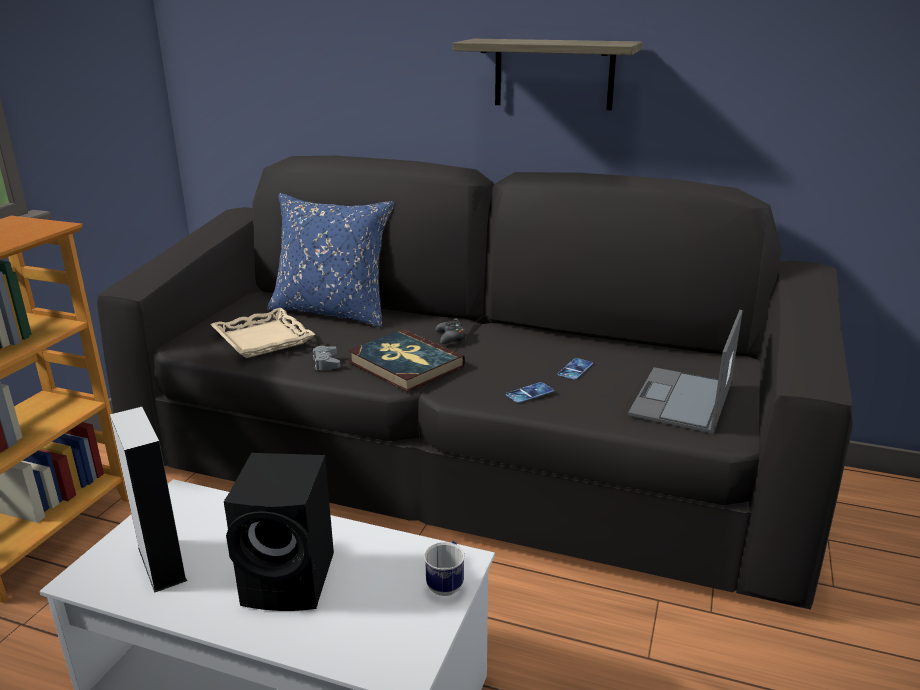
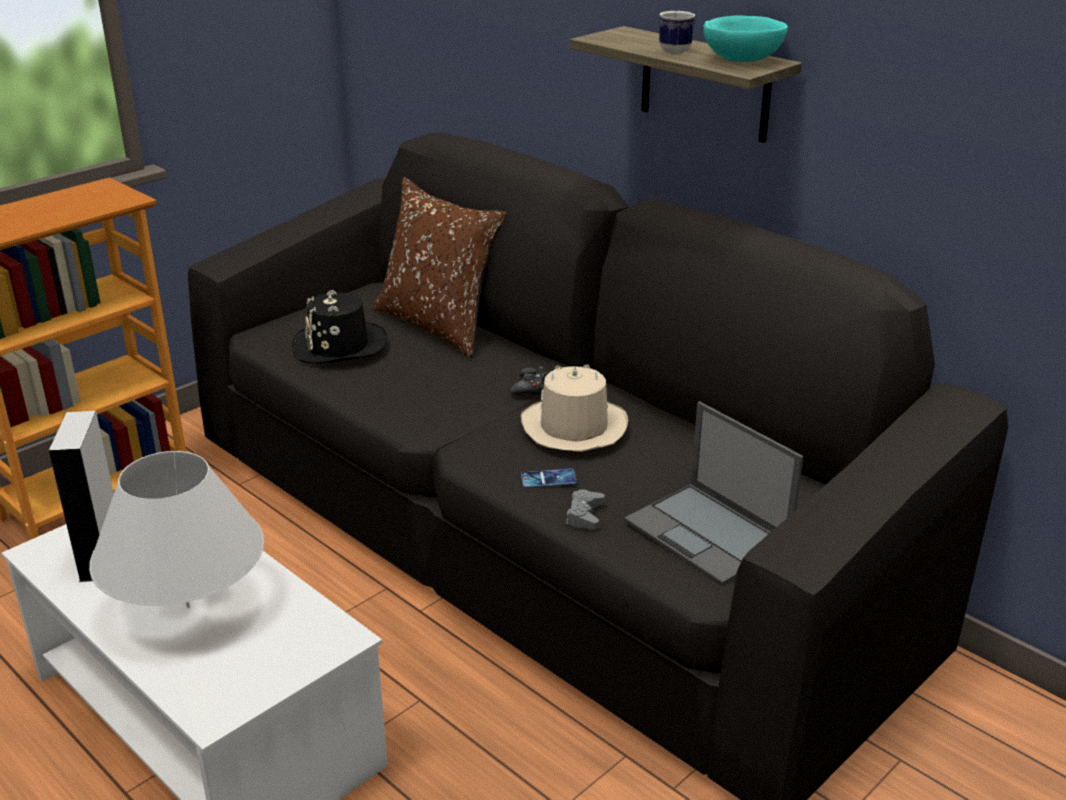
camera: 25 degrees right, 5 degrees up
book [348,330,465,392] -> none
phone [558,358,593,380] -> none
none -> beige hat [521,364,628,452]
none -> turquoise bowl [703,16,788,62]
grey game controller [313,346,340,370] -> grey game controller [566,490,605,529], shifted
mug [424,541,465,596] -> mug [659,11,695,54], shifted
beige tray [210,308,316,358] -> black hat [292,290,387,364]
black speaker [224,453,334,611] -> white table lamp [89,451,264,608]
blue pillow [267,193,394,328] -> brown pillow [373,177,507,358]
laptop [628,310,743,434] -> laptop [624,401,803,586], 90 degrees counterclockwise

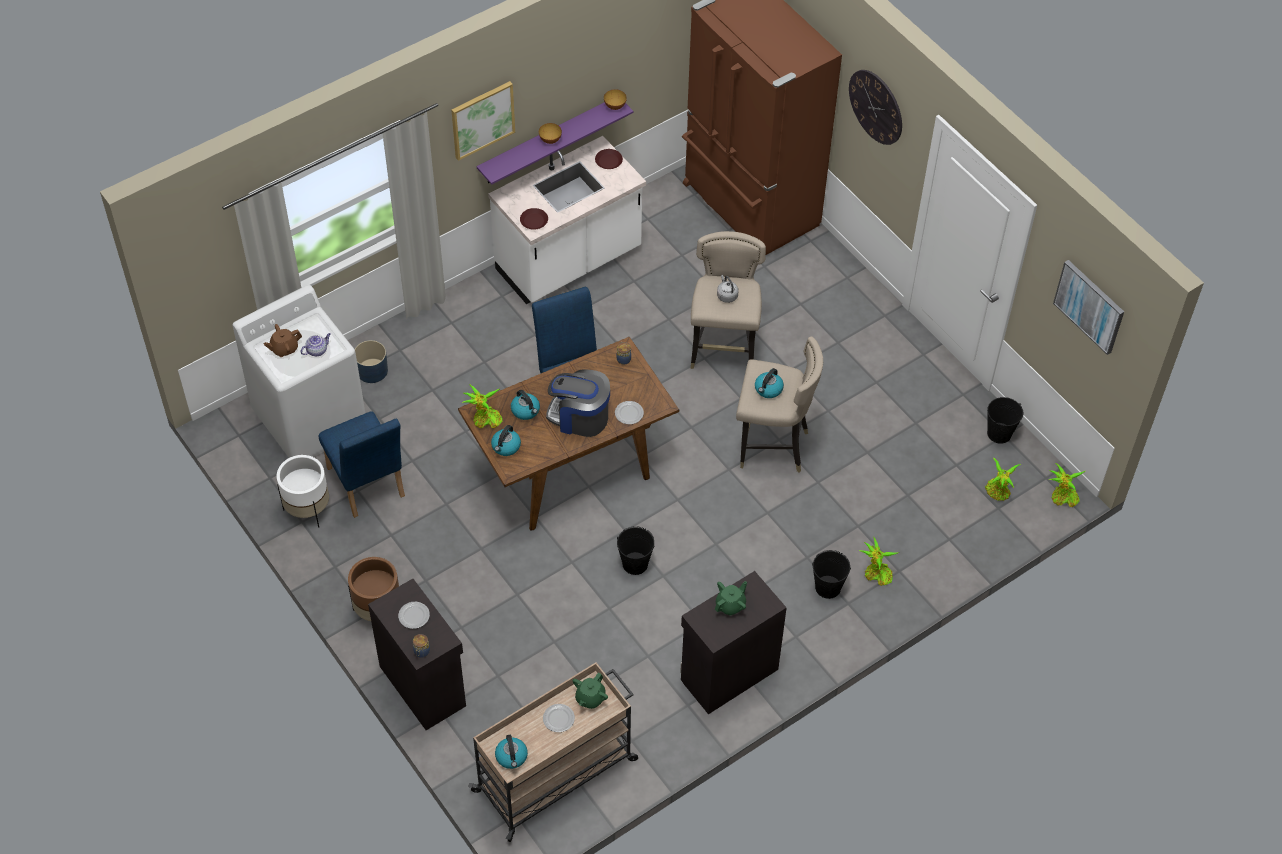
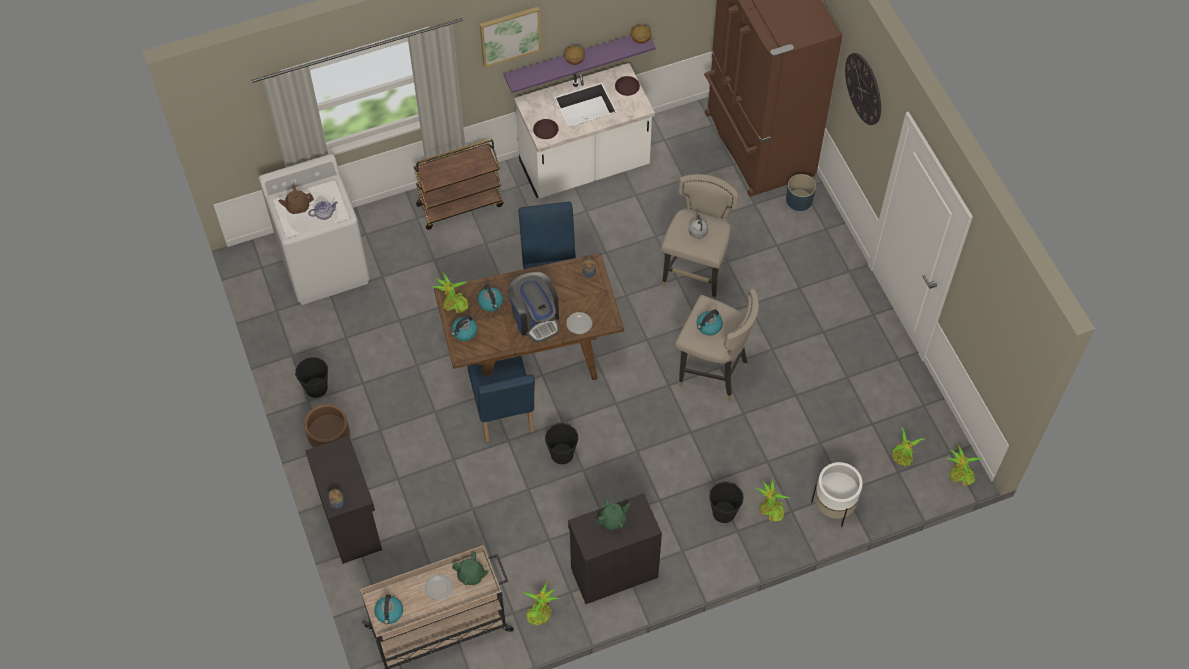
camera: 15 degrees right, 5 degrees up
plate [398,602,430,629] -> none
picture [1053,260,1124,355] -> none
none -> brown cart [414,139,504,230]
none -> potted plant [523,582,558,626]
white planter [277,455,329,527] -> white planter [811,462,863,527], shifted
blue chair [318,412,405,518] -> blue chair [468,356,535,442], shifted
blue planter [355,340,388,383] -> blue planter [786,174,816,211], shifted
black bucket [987,397,1023,444] -> black bucket [295,357,328,398], shifted
coffee machine [546,369,610,437] -> coffee machine [507,272,559,343], 150 degrees counterclockwise
green teapot [573,673,608,709] -> green teapot [452,552,489,585], 120 degrees counterclockwise

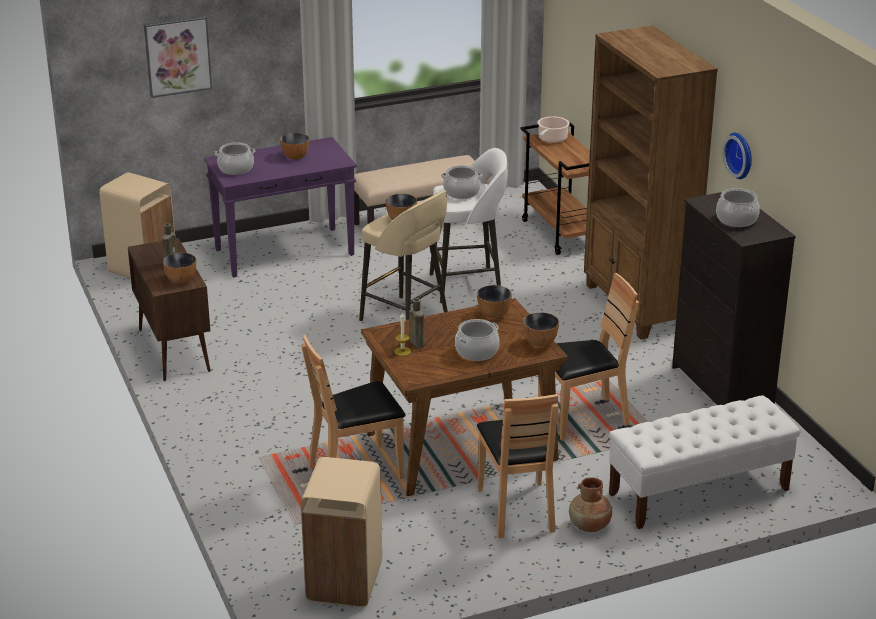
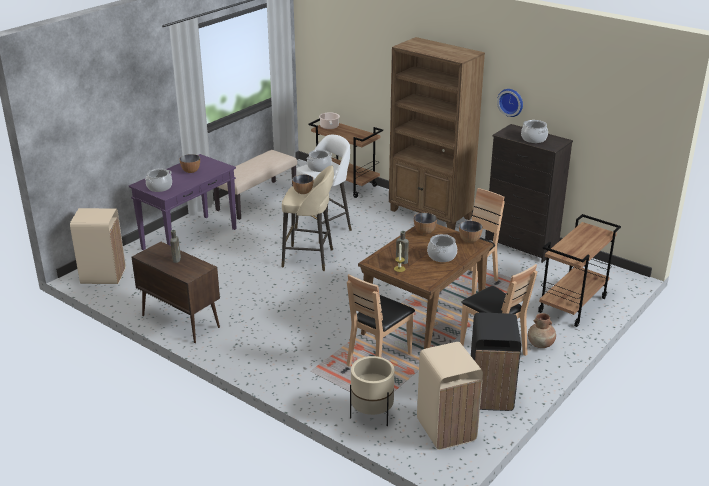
camera: 30 degrees left, 0 degrees up
picture [144,16,212,98] -> none
bowl [163,253,196,284] -> none
none -> beige planter [350,356,394,426]
none -> black trash can [471,313,521,411]
white bench [609,395,800,529] -> brown cart [538,214,621,327]

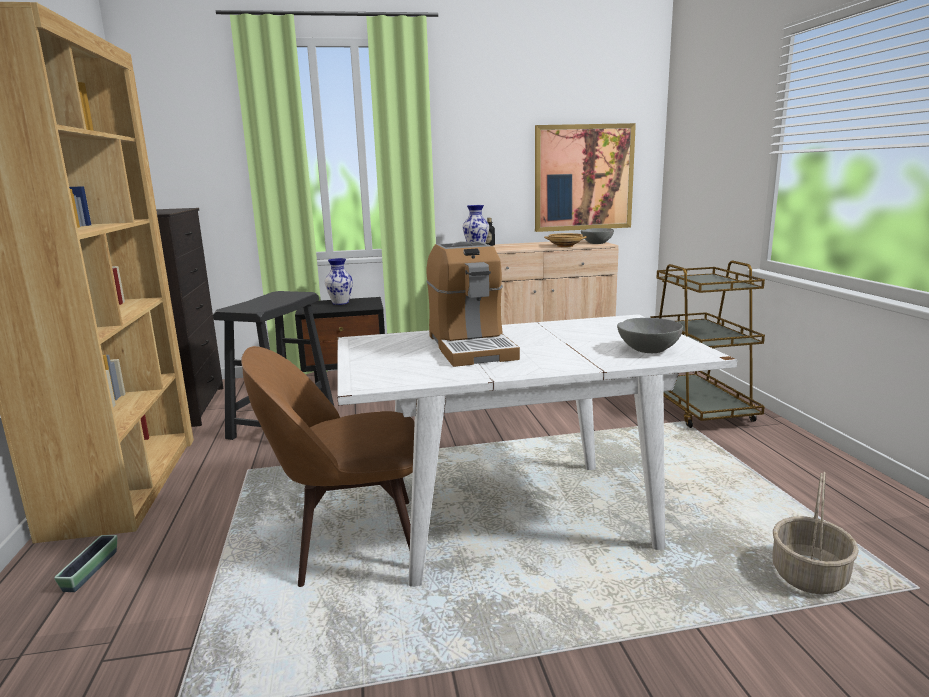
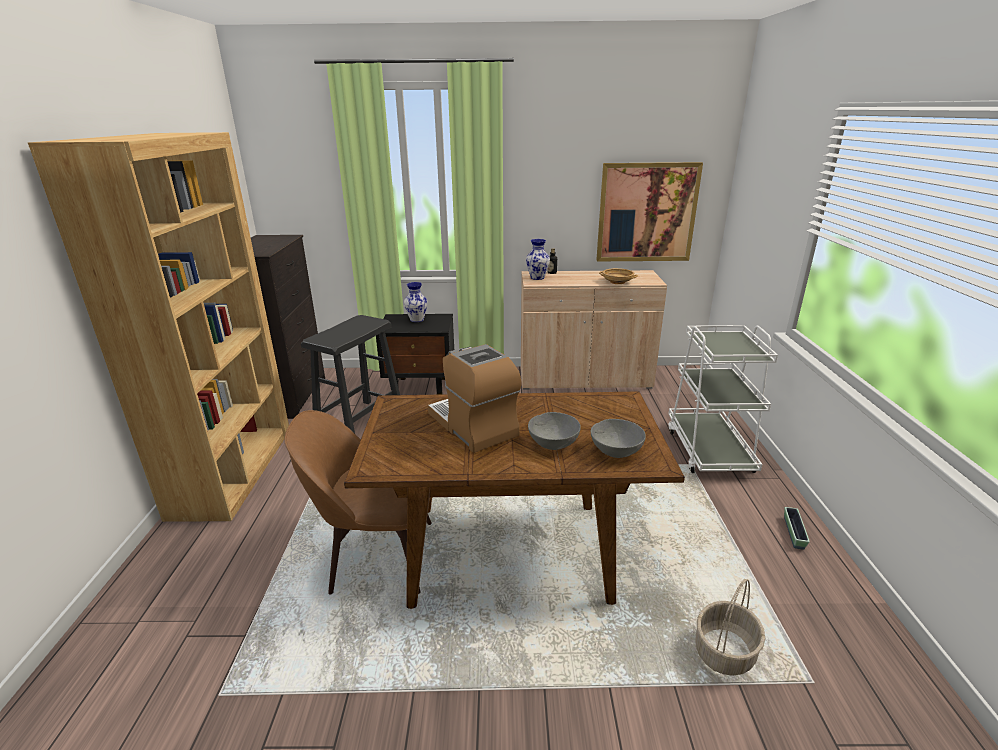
camera: 10 degrees right, 10 degrees up
planter [54,535,117,592] -> planter [784,507,810,550], shifted
grey bowl [581,228,614,244] -> grey bowl [528,412,581,450], shifted
white dining table [337,314,737,587] -> brown dining table [344,391,685,609]
brown cart [650,261,765,428] -> white cart [668,325,778,473]
coffee machine [426,241,520,367] -> coffee machine [428,344,522,453], 150 degrees clockwise

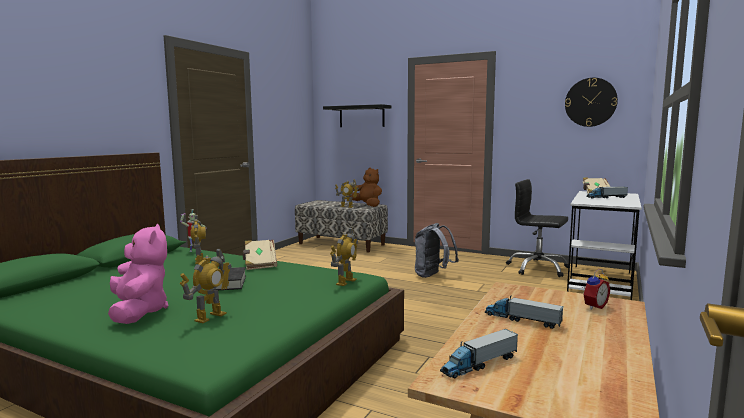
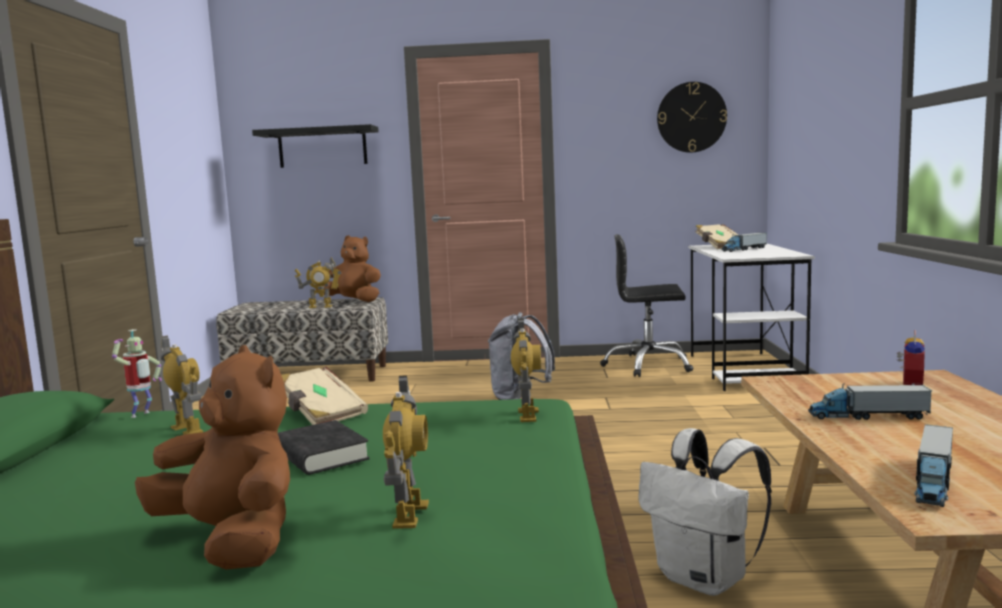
camera: 25 degrees left, 0 degrees up
none -> white backpack [638,428,772,596]
pink plush toy [108,224,168,324] -> brown plush toy [135,345,290,570]

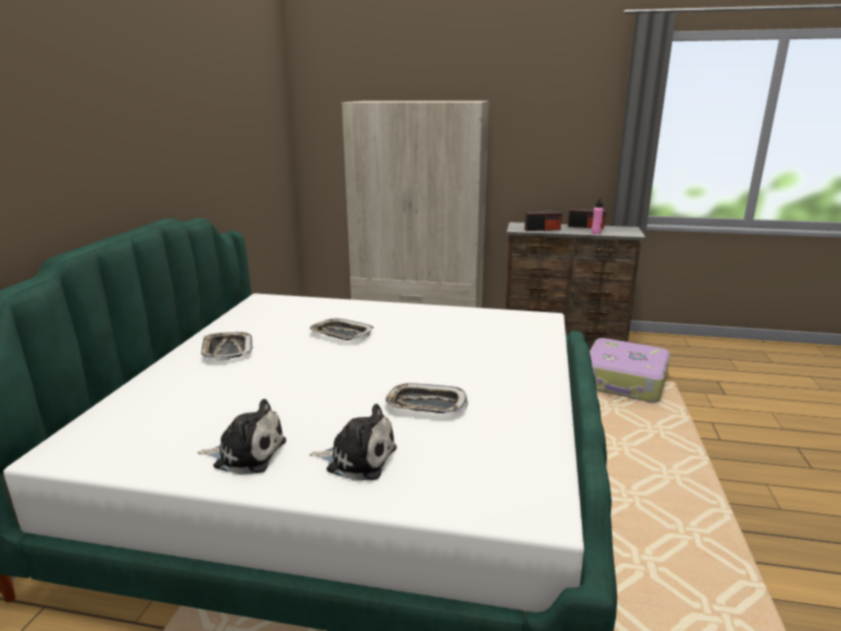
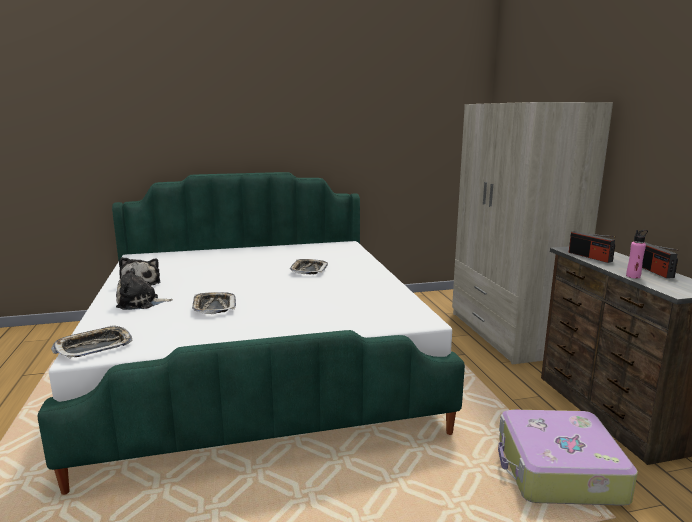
camera: 65 degrees right, 5 degrees down
tray [201,332,252,360] -> tray [51,325,132,359], shifted
plush toy [309,404,397,481] -> plush toy [116,268,173,310], 90 degrees clockwise

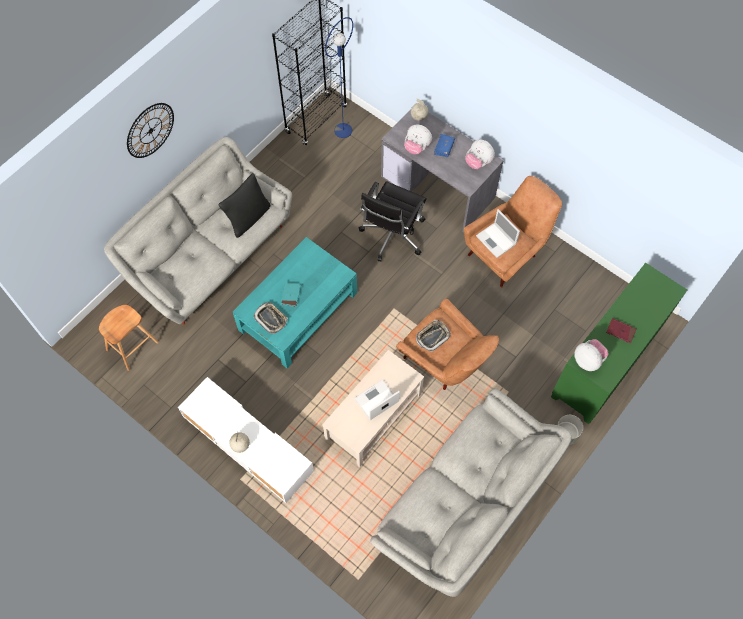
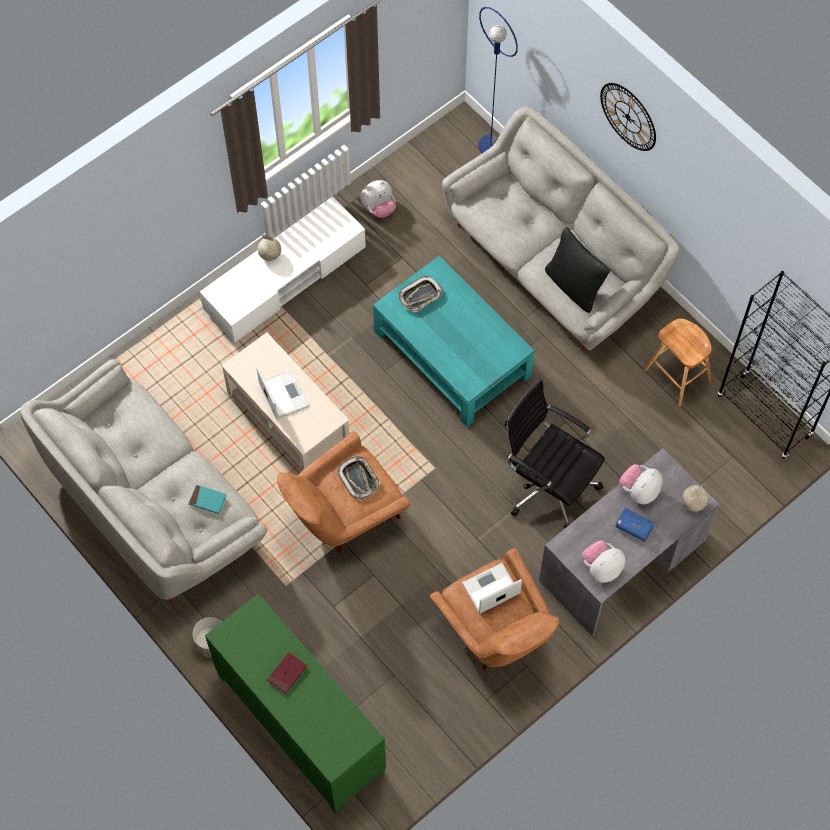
camera: 100 degrees right, 0 degrees up
brown stool [99,305,159,371] -> brown stool [644,318,712,407], shifted
turquoise book [281,282,301,307] -> turquoise book [188,485,227,514], shifted
blue floor lamp [325,17,353,138] -> blue floor lamp [478,7,518,153], shifted
plush toy [574,339,609,371] -> plush toy [360,180,396,218], shifted

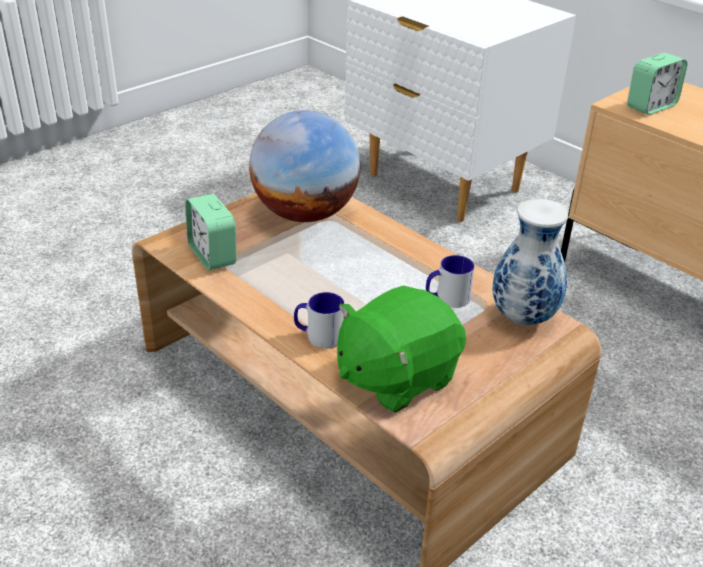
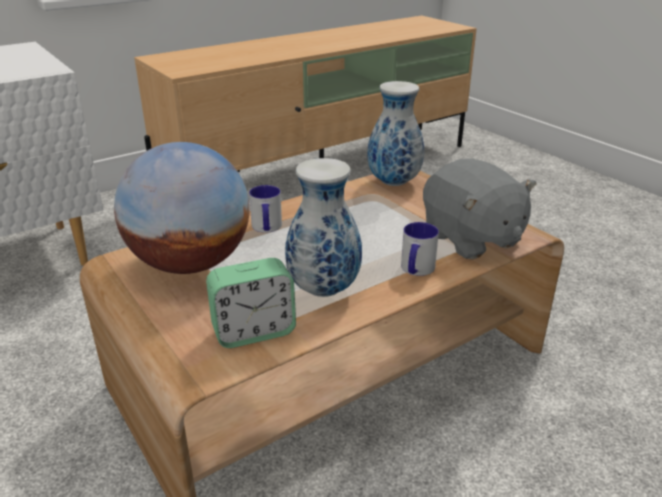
camera: 80 degrees left, 5 degrees down
alarm clock [627,53,687,115] -> none
none -> vase [285,158,362,297]
mug [426,255,475,308] -> mug [249,185,282,233], shifted
green plush toy [337,285,466,413] -> grey plush toy [423,158,537,260]

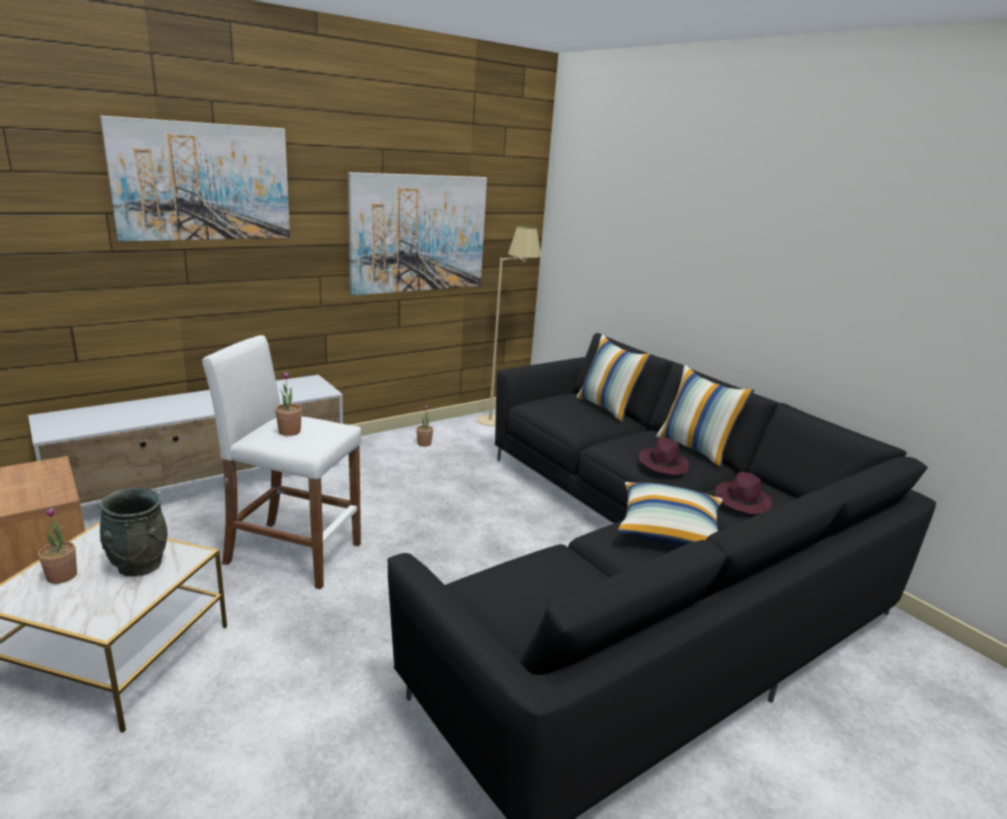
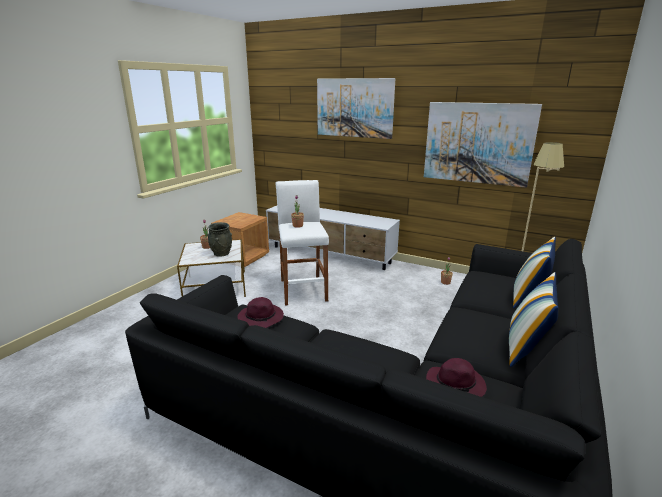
camera: 65 degrees right, 0 degrees up
pillow [618,482,723,547] -> none
purple hat [639,438,689,475] -> purple hat [237,297,284,328], shifted

